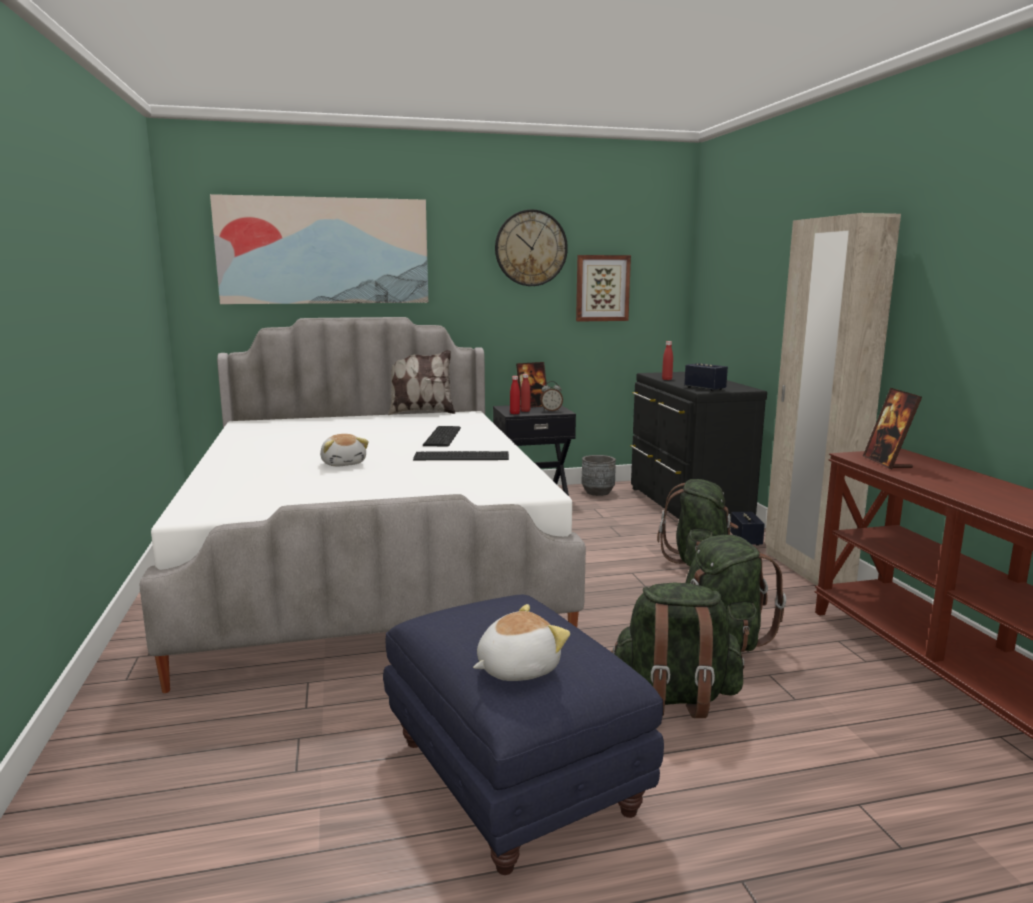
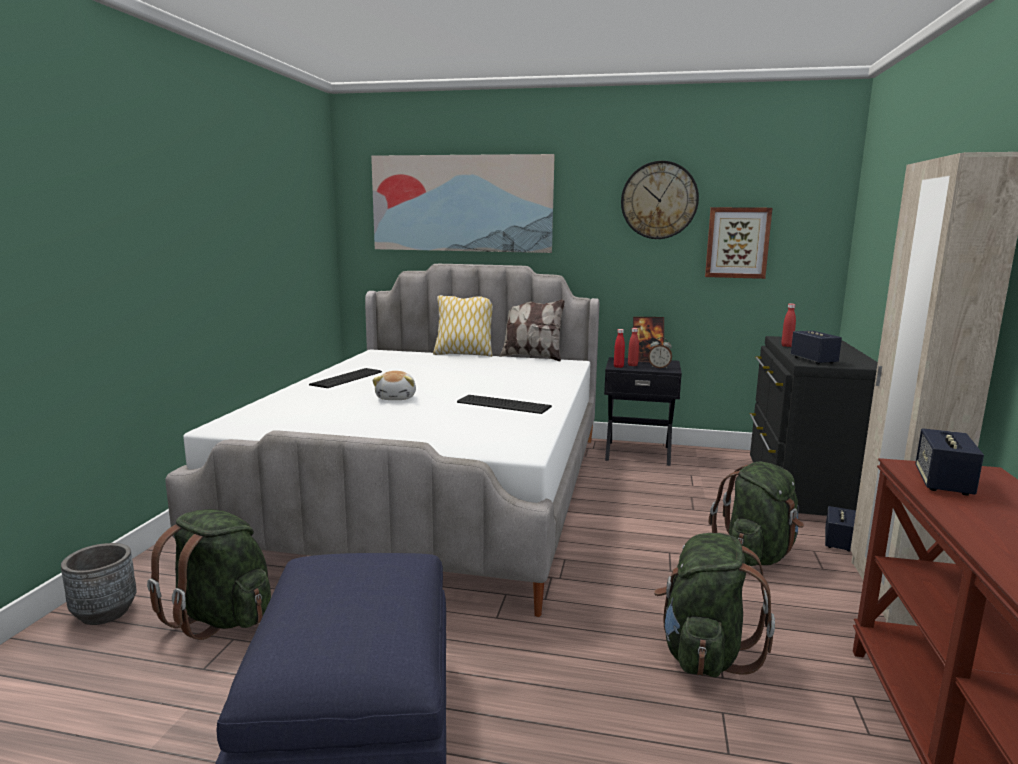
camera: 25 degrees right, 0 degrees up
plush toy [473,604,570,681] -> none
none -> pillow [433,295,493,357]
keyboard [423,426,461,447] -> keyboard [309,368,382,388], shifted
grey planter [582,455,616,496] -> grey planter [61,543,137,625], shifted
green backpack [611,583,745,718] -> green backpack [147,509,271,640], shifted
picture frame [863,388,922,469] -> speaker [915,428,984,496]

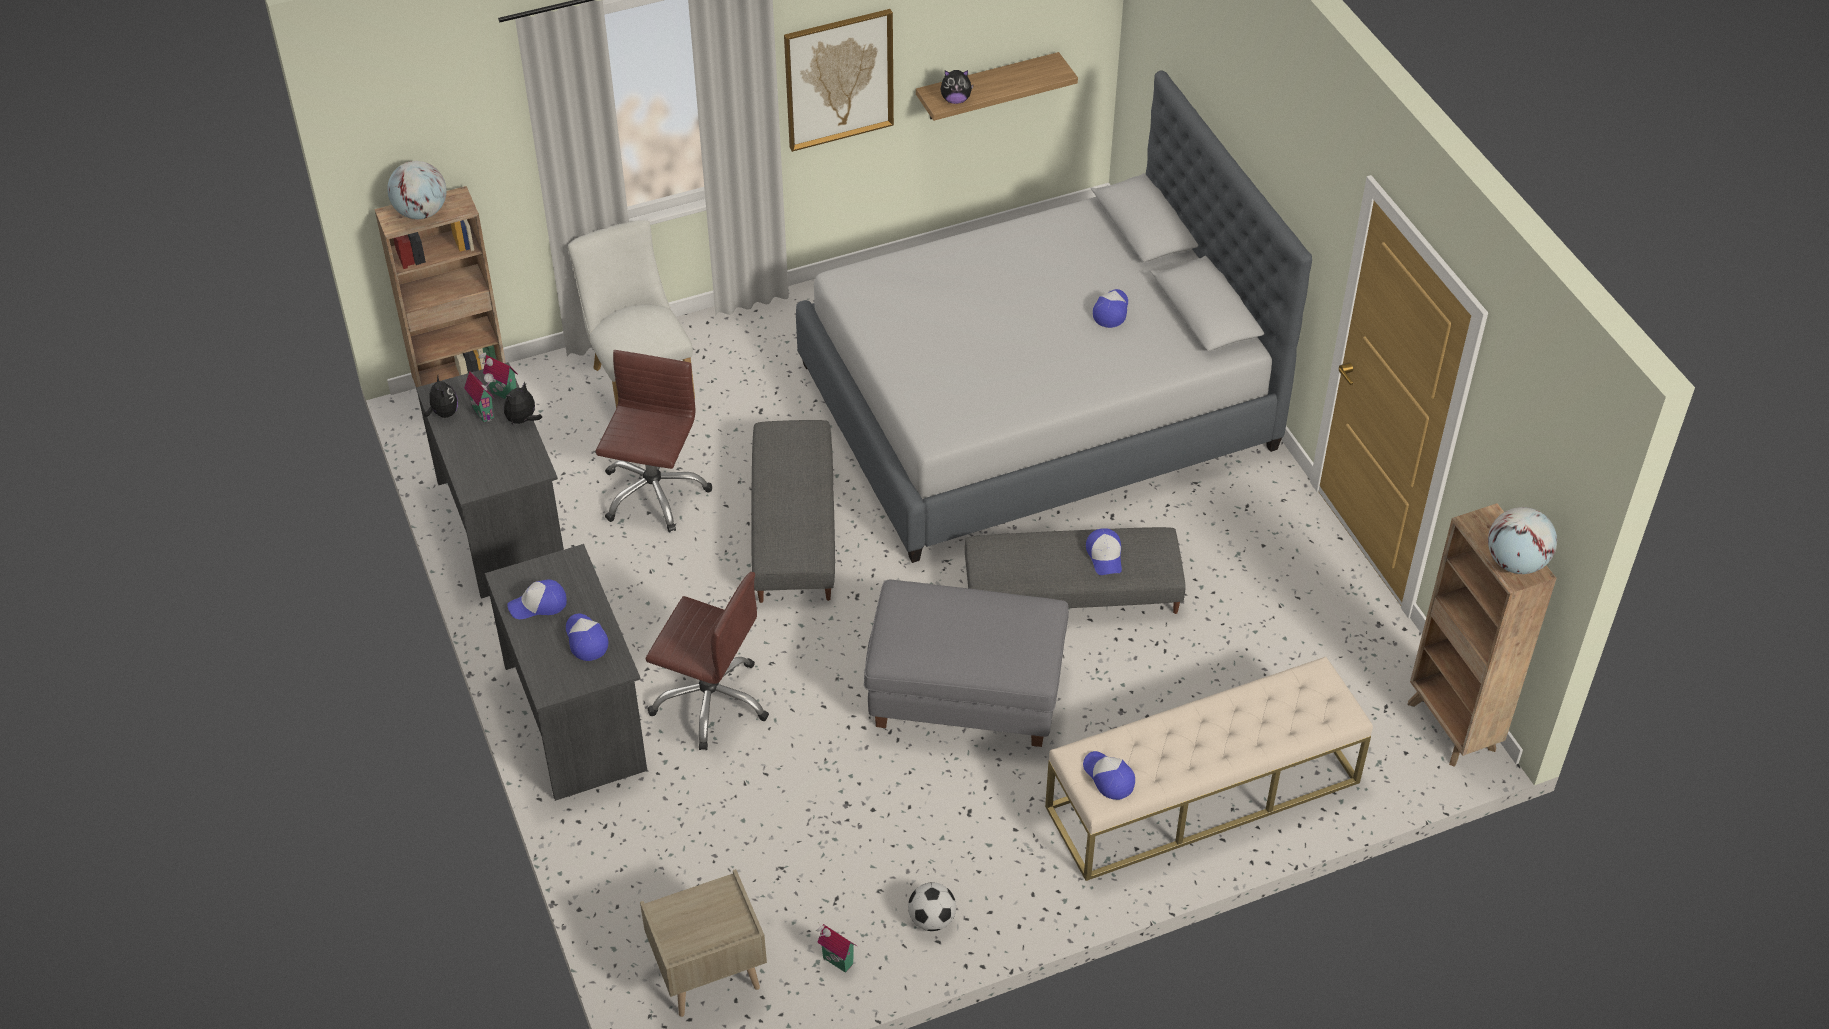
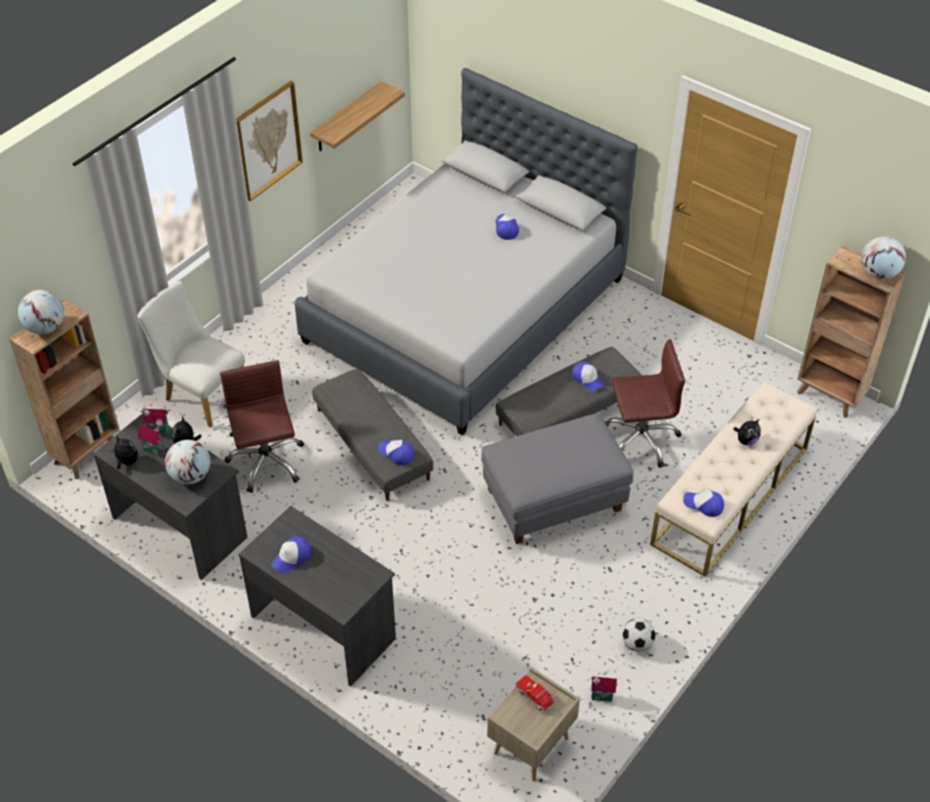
camera: 30 degrees left, 0 degrees up
none -> globe [165,440,210,484]
none -> toy truck [515,675,554,712]
cap [566,613,608,661] -> cap [378,440,414,465], shifted
brown office chair [646,572,769,750] -> brown office chair [604,339,685,468], shifted
plush toy [940,70,974,104] -> plush toy [733,419,761,445], shifted

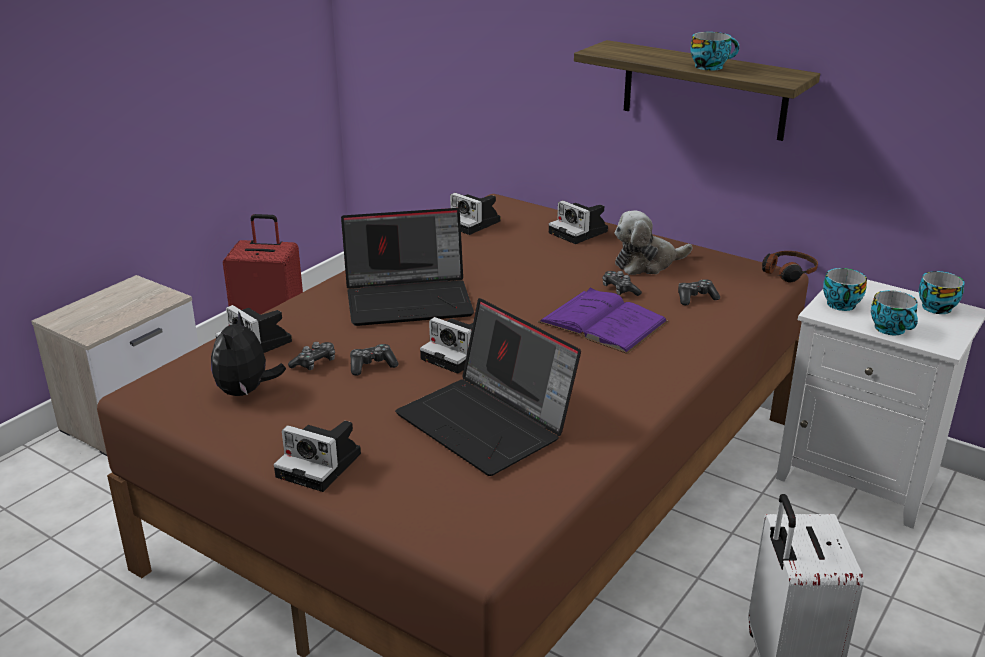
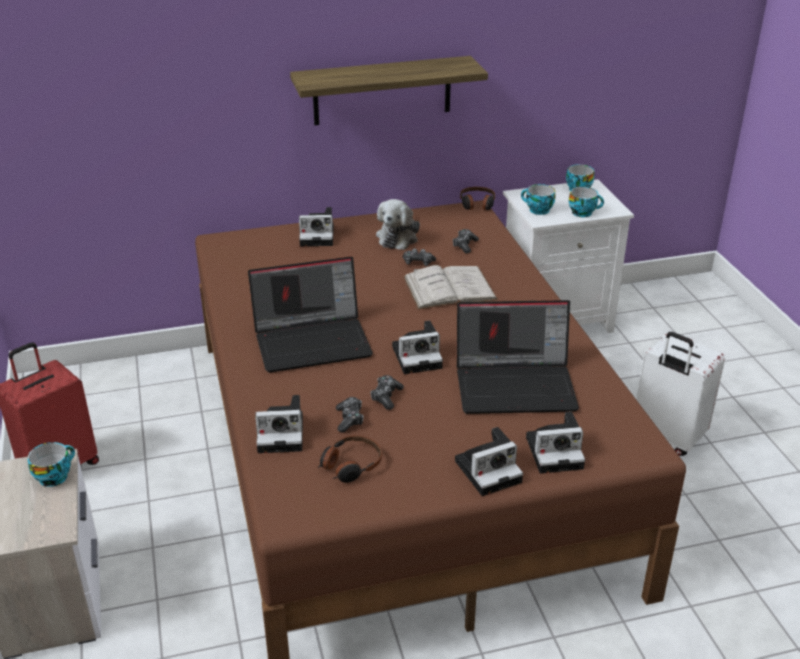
camera: 50 degrees left, 5 degrees up
photo camera [450,193,500,235] -> photo camera [526,412,585,474], shifted
cup [690,32,739,71] -> cup [28,442,75,487], shifted
plush toy [211,311,286,396] -> headphones [318,435,382,483]
purple book [538,288,668,354] -> white book [403,265,498,309]
laptop [341,208,474,326] -> laptop [248,256,373,373], 45 degrees clockwise

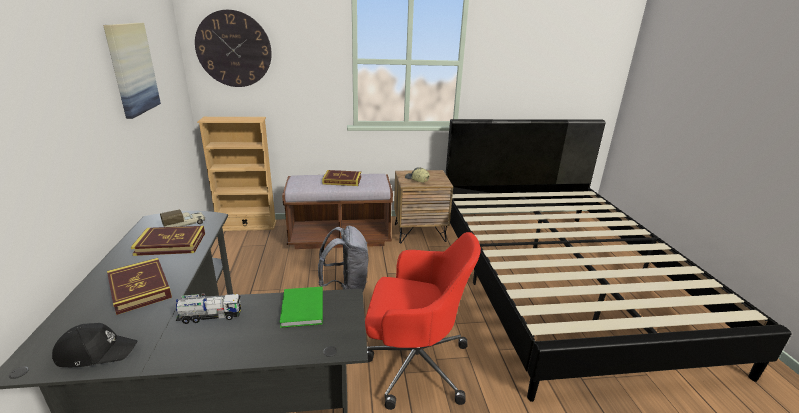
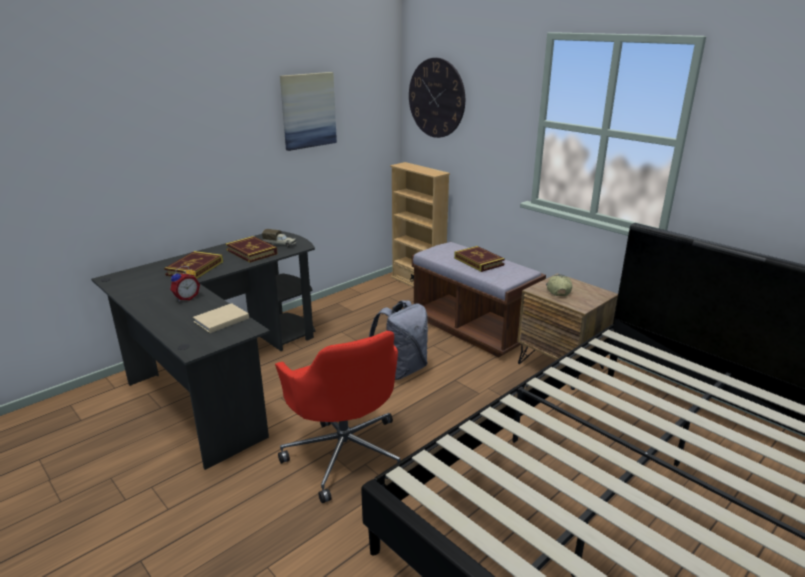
camera: 55 degrees right, 0 degrees up
black cap [52,323,137,367] -> none
toy truck [176,293,241,324] -> alarm clock [170,266,200,302]
green book [280,287,323,328] -> beige book [193,303,249,333]

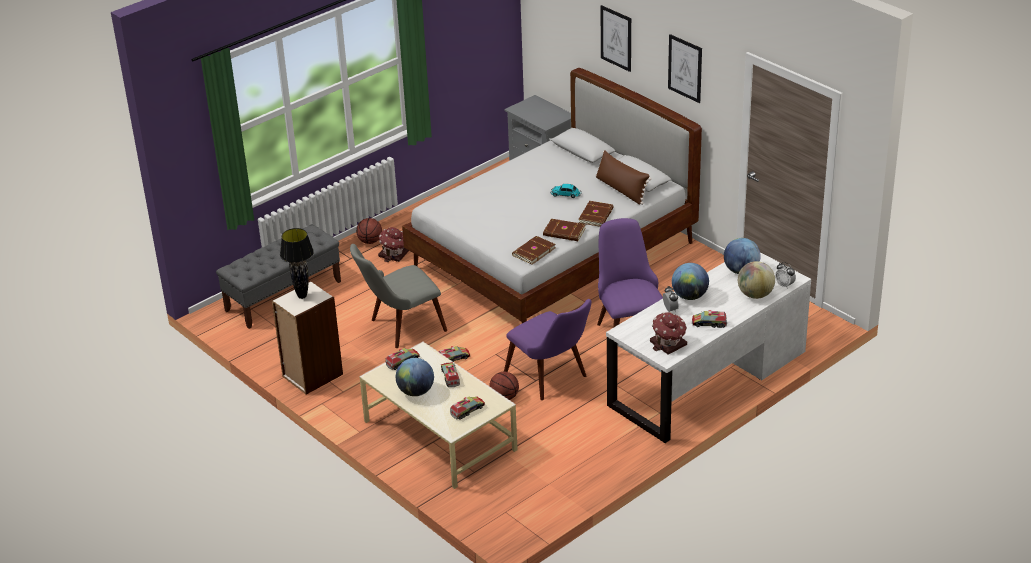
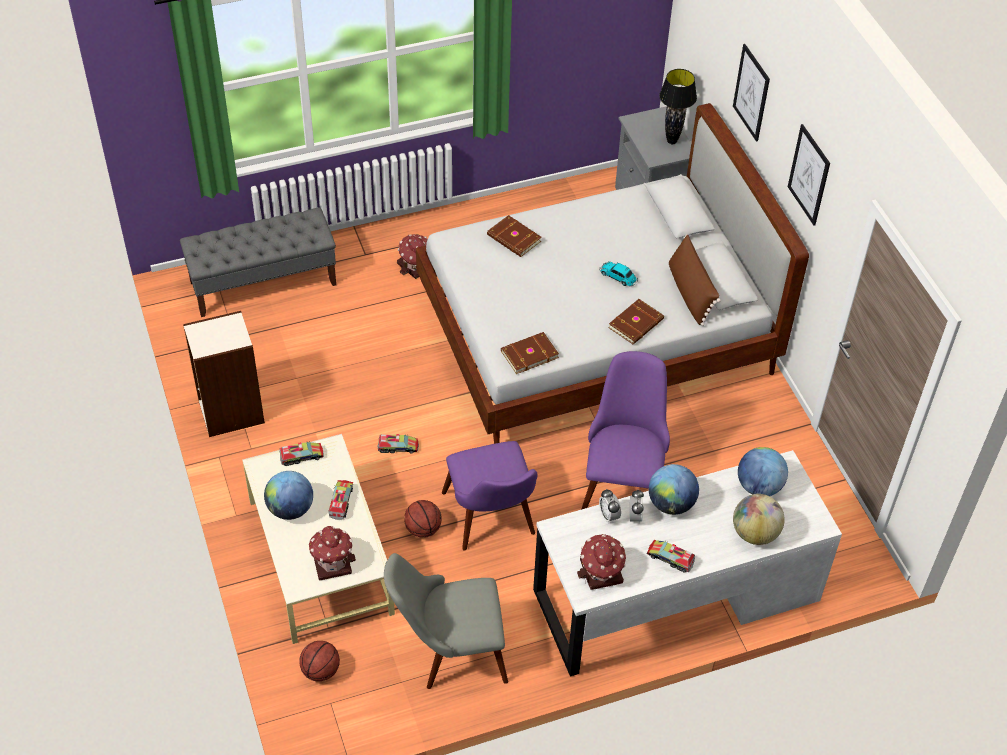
camera: 20 degrees right, 15 degrees up
black table lamp [280,228,314,299] -> black table lamp [659,69,697,144], shifted
grey chair [350,244,447,348] -> grey chair [384,553,508,689], shifted
basketball [356,218,382,244] -> basketball [299,641,340,681], shifted
brown book [543,219,586,241] -> brown book [487,215,542,257], shifted
alarm clock [775,262,796,289] -> alarm clock [599,489,621,523], shifted
toy truck [450,396,485,420] -> toy house [309,526,356,580]

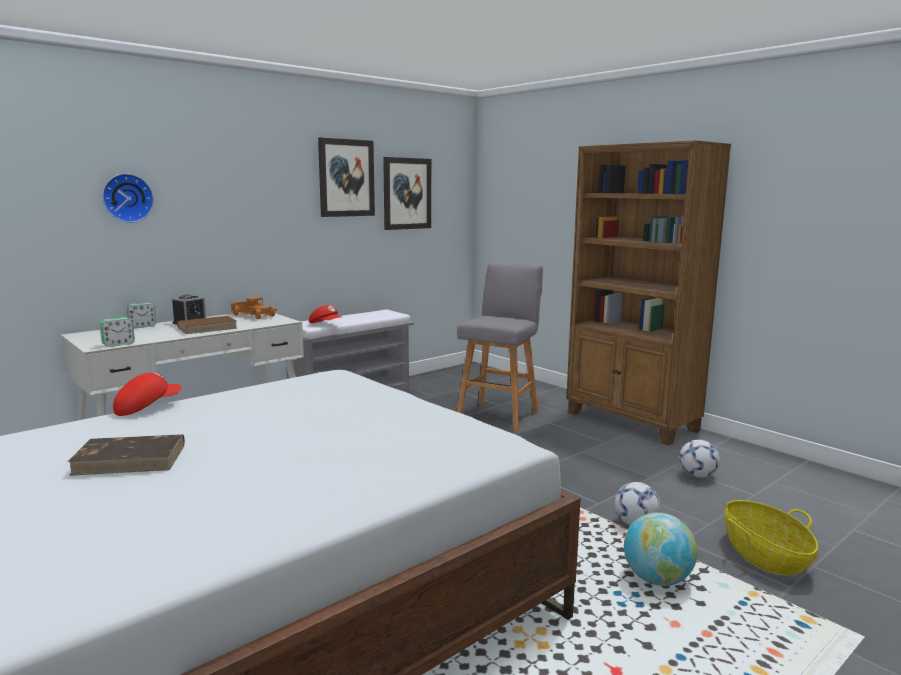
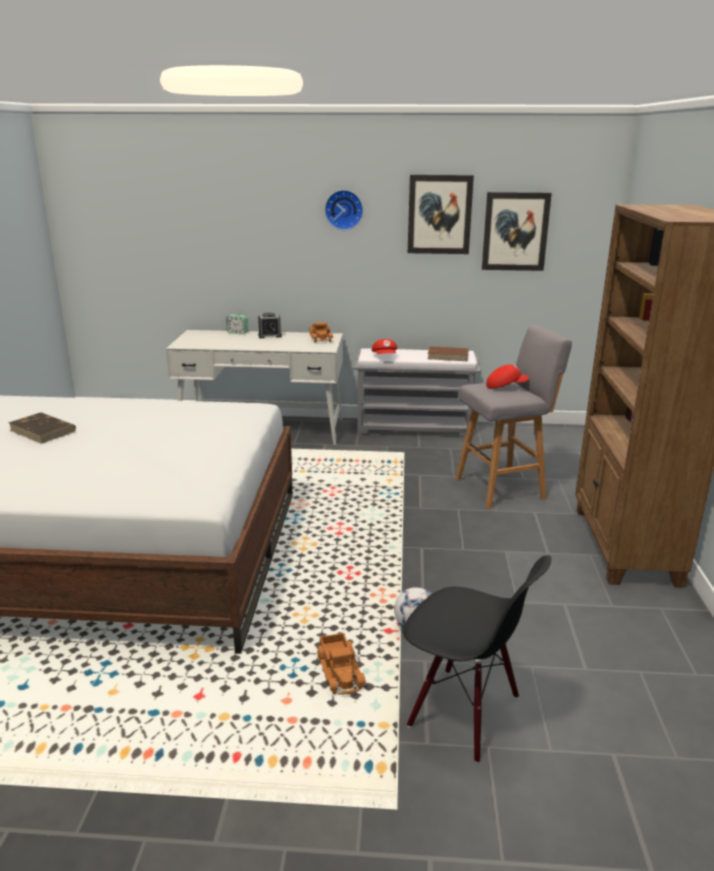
camera: 45 degrees right, 10 degrees up
alarm clock [99,317,135,347] -> none
football [680,440,720,478] -> none
wall clock [102,173,154,223] -> wall clock [325,190,363,230], shifted
red cap [113,372,182,416] -> red cap [486,364,529,389], shifted
brown book [177,316,237,334] -> brown book [428,346,469,361], shifted
globe [624,512,697,586] -> toy truck [317,633,366,695]
basket [724,500,818,575] -> black chair [403,555,551,763]

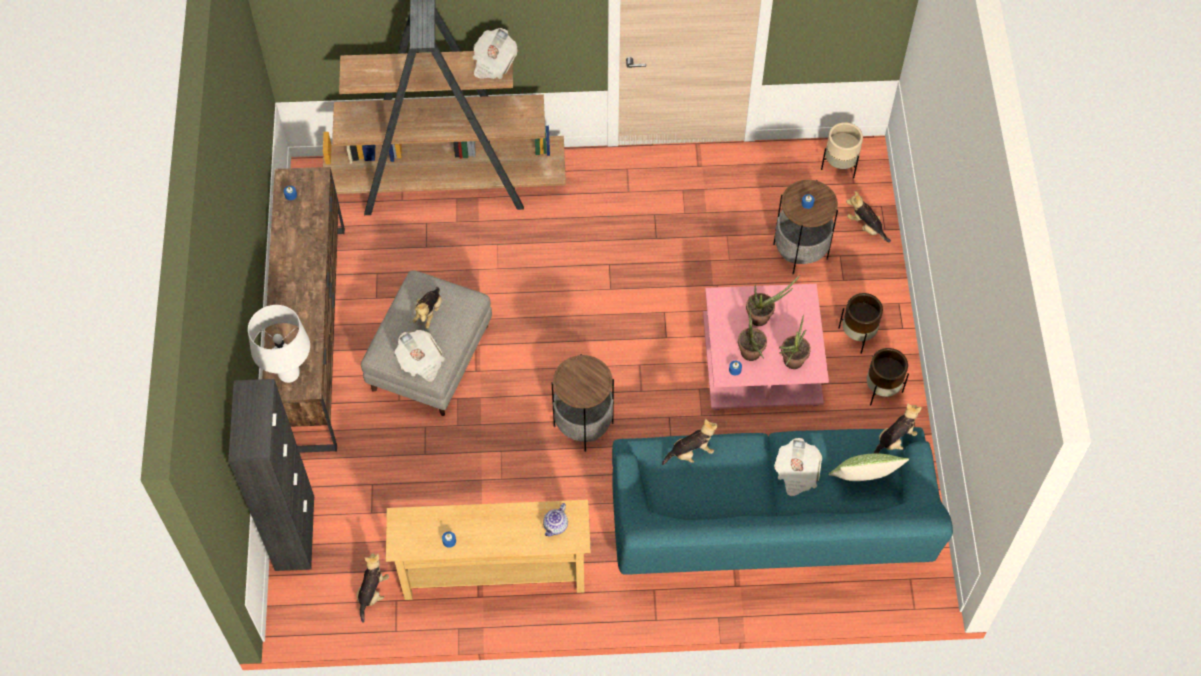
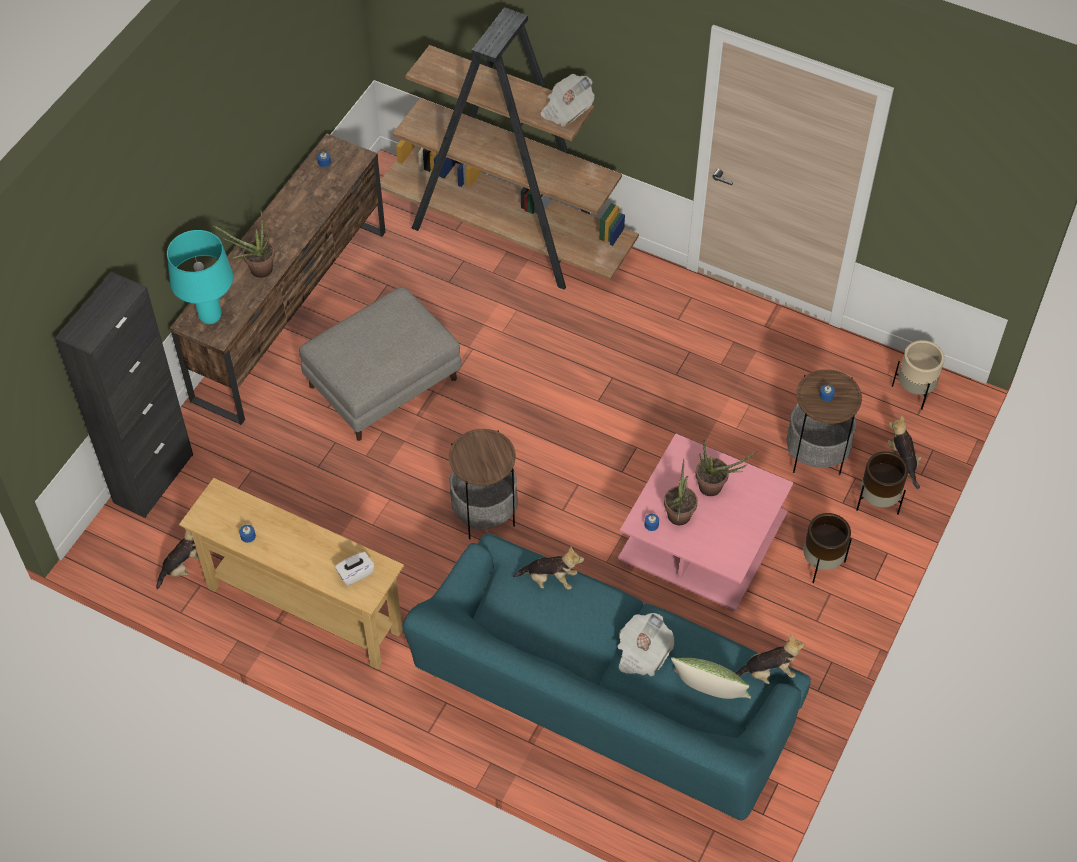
camera: 30 degrees right, 5 degrees down
newspaper [395,330,445,382] -> none
plush toy [412,287,442,329] -> none
potted plant [779,314,811,369] -> potted plant [212,211,275,278], shifted
brown planter [867,348,909,405] -> brown planter [856,451,908,515], shifted
teapot [543,503,568,537] -> white tissue box [335,552,374,586]
white table lamp [248,305,310,383] -> turquoise table lamp [167,230,233,324]

